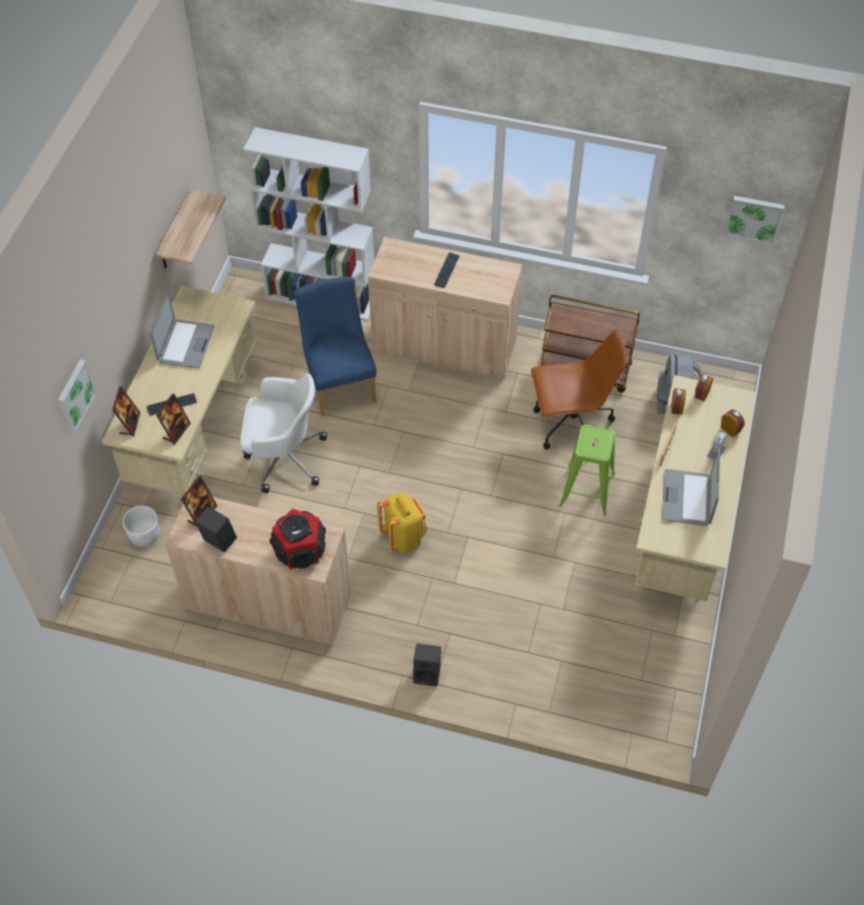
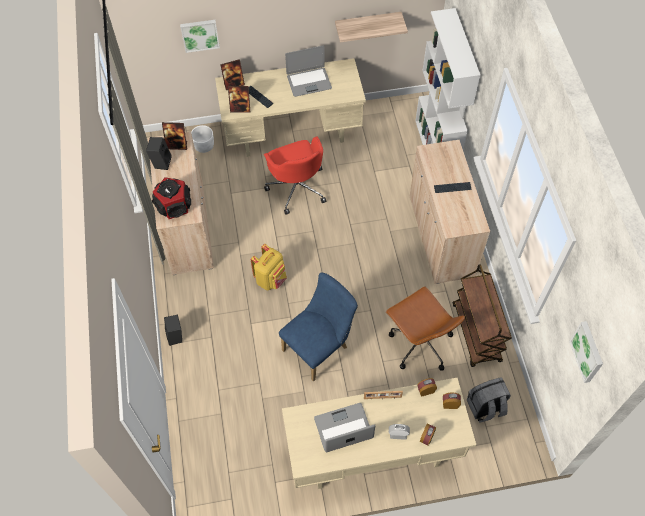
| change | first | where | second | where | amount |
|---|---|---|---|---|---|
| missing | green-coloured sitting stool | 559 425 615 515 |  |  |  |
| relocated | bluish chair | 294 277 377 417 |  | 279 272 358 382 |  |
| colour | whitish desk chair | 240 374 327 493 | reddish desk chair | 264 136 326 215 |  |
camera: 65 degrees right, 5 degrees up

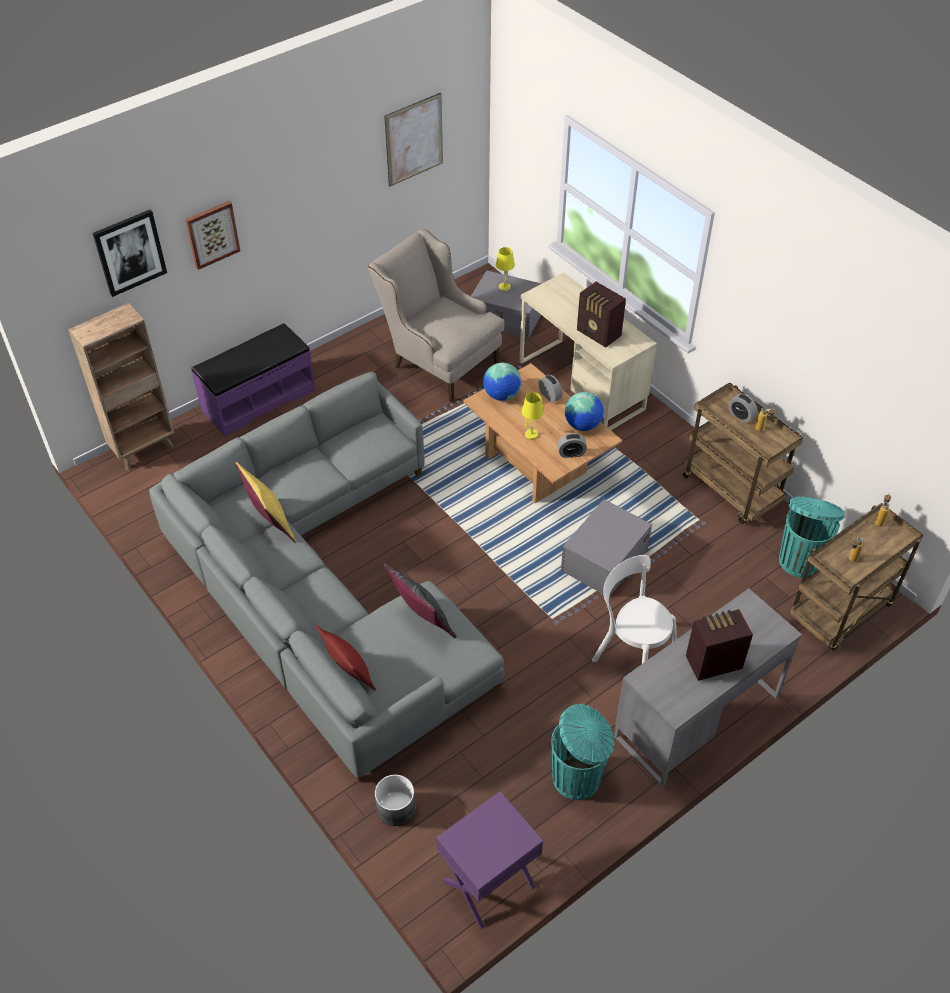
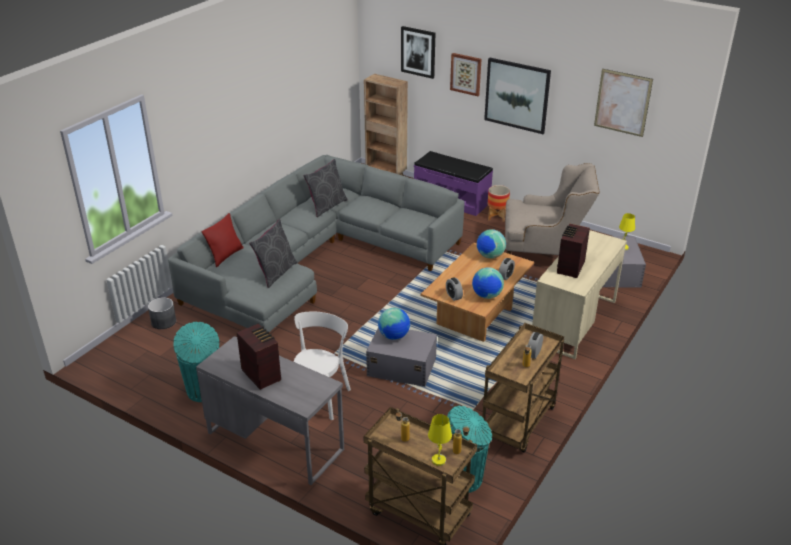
| change | first | where | second | where | amount |
|---|---|---|---|---|---|
| missing | purple-coloured bedside table | 436 791 543 929 |  |  |  |
| appeared |  |  | desk globe | 378 308 410 340 |  |
| appeared |  |  | wall art | 484 58 551 134 |  |
| appeared |  |  | planter | 488 185 510 222 |  |
| relocated | yellow-coloured tabletop lamp | 522 392 544 440 |  | 428 414 452 466 |  |
| colour | yellow-coloured cushion | 235 462 297 543 | greyish cushion | 303 159 348 217 |  |
| spun | sand-coloured easy chair | 368 229 504 402 |  | 505 163 600 255 | 75 degrees clockwise |
camera: 70 degrees right, 15 degrees down

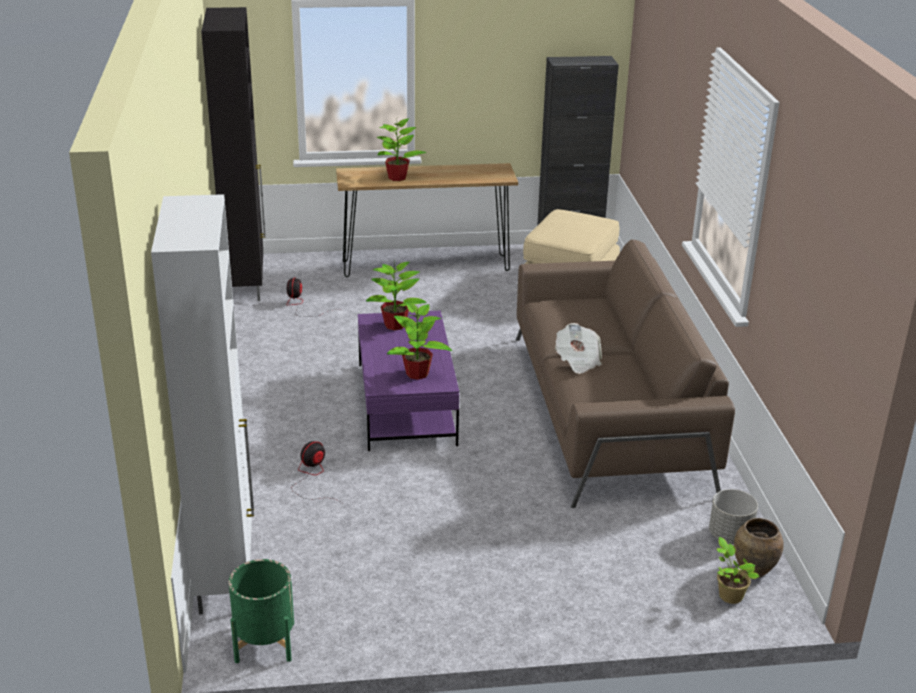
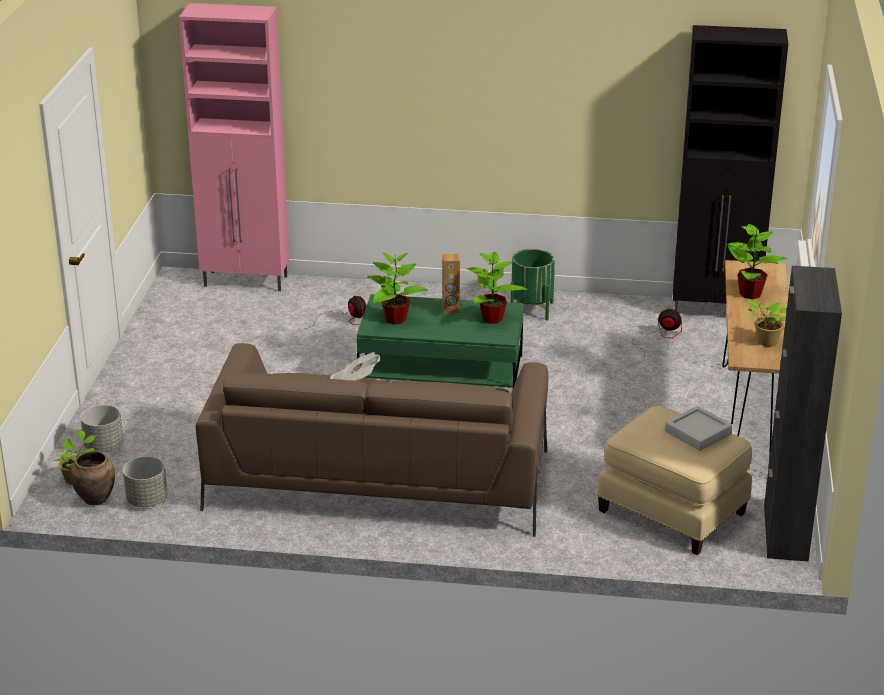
| change | first | where | second | where | amount |
|---|---|---|---|---|---|
| appeared |  |  | greyish planter | 80 405 124 453 |  |
| appeared |  |  | brownish speaker | 443 254 460 314 |  |
| appeared |  |  | greyish tray | 665 406 733 451 |  |
| appeared |  |  | plant in a pot | 747 299 787 346 |  |
| relocated | green-coloured planter | 229 559 294 663 |  | 510 249 555 320 |  |
| colour | whitish cabinet | 151 194 254 614 | pink cabinet | 179 3 289 291 |  |
| colour | purple-coloured lounge table | 358 310 459 451 | green-coloured lounge table | 356 294 524 388 |  |
camera: 105 degrees right, 0 degrees up

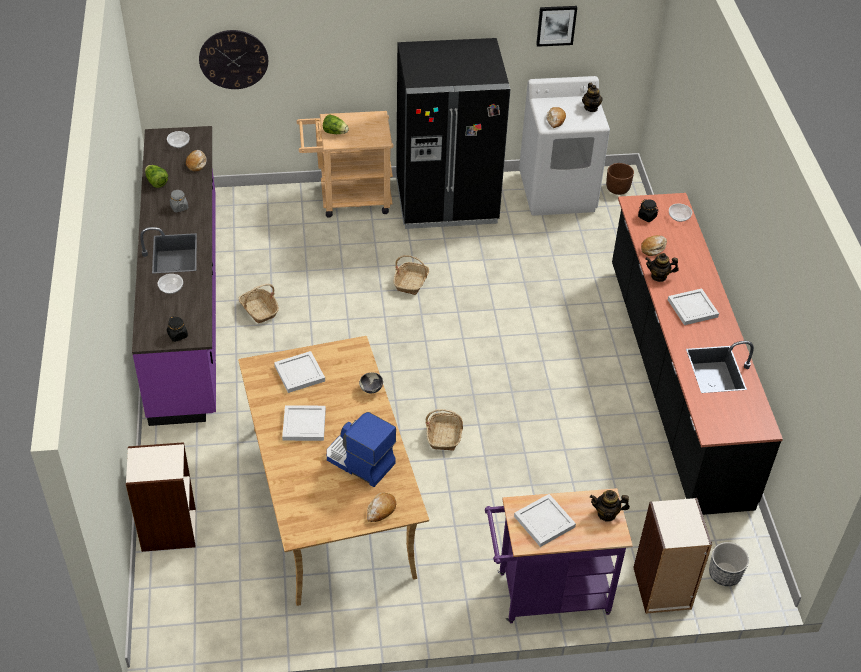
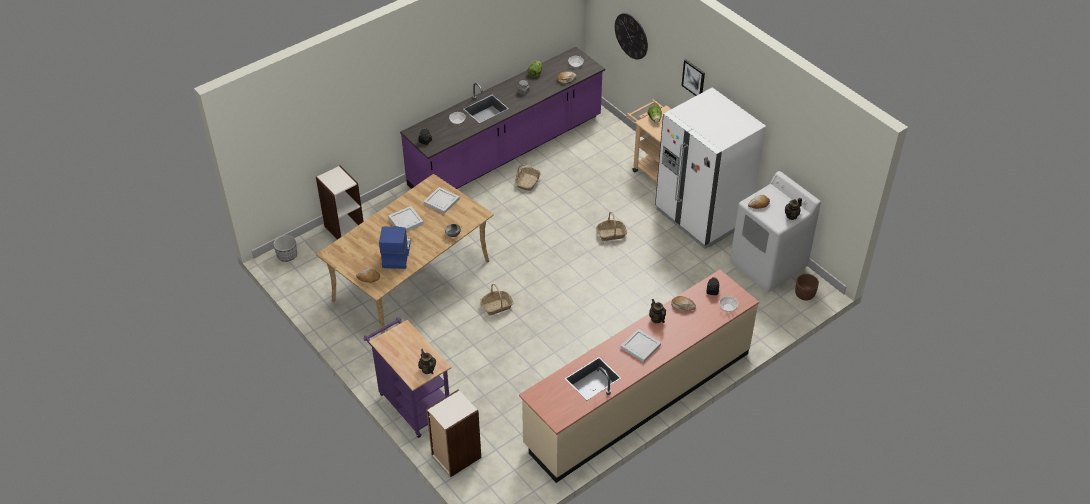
| change | first | where | second | where | amount |
|---|---|---|---|---|---|
| missing | whitish tray | 514 494 576 547 |  |  |  |
| relocated | wall art | 536 6 577 47 |  | 682 59 705 96 |  |
| relocated | planter | 709 542 749 586 |  | 273 235 297 262 |  |
| colour | blackish fridge | 396 38 510 229 | whitish fridge | 655 87 766 249 |  |
| colour | blackish kitchen counter | 612 193 783 515 | sand-coloured kitchen counter | 519 270 759 483 |  |
camera: 60 degrees right, 0 degrees up

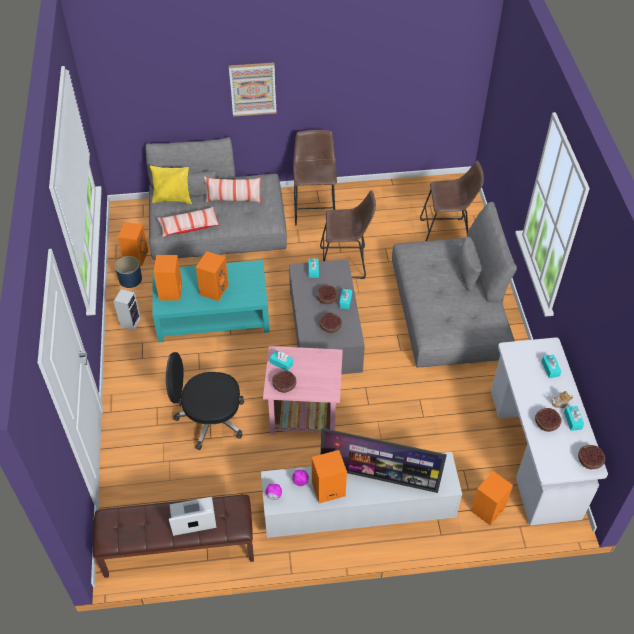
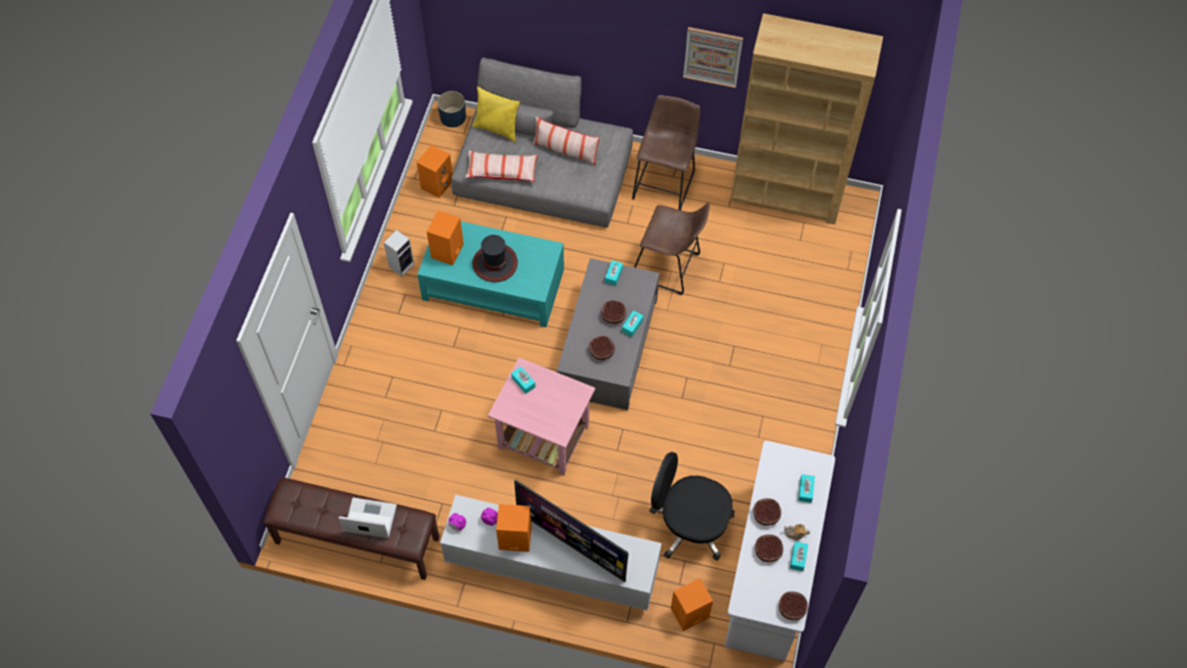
| change | first | where | second | where | amount |
|---|---|---|---|---|---|
| missing | greyish sofa | 392 202 517 368 |  |  |  |
| missing | brownish sitting stool | 420 161 484 241 |  |  |  |
| appeared |  |  | brownish bookshelf | 730 13 883 224 |  |
| relocated | bluish planter | 115 256 142 288 |  | 437 91 466 127 |  |
| relocated | blackish desk chair | 166 352 244 450 |  | 649 452 735 560 |  |
| relocated | wall art | 229 63 276 117 |  | 683 27 743 88 |  |
| relocated | deep dish | 272 370 296 393 |  | 753 498 781 526 |  |
| exchanged | orangey speaker | 196 251 229 301 | hat | 472 235 518 282 |  |
camera: 20 degrees right, 10 degrees up

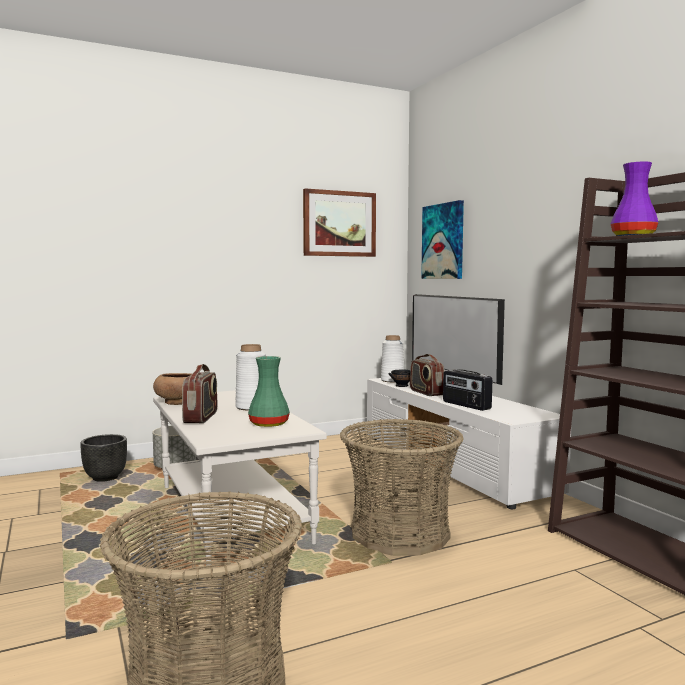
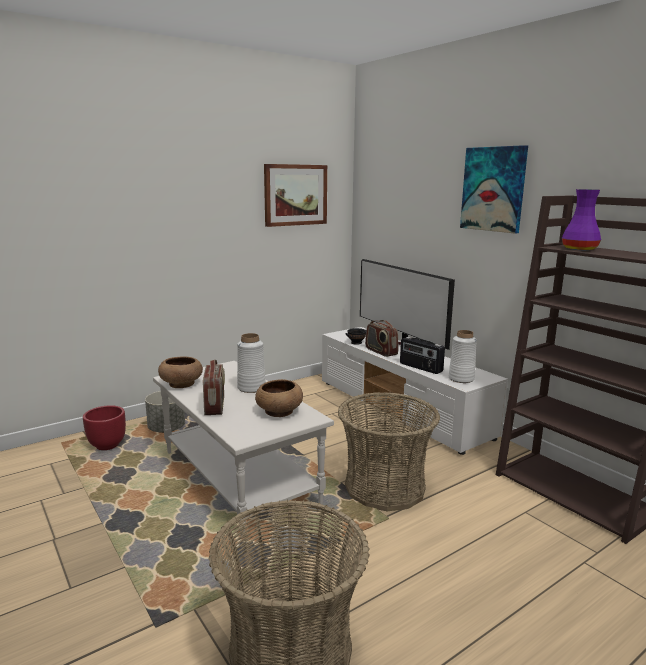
| change | first | where | second | where | amount |
|---|---|---|---|---|---|
| relocated | whitish decorative vase | 381 335 404 382 |  | 449 330 477 383 |  |
| relocated | wall art | 421 200 464 279 |  | 460 145 528 233 |  |
| exchanged | green-coloured decorative vase | 248 356 290 427 | brownish deep dish | 255 379 303 417 |  |
| colour | blackish planter | 80 434 127 482 | reddish planter | 83 405 126 450 |  |
camera: 10 degrees left, 10 degrees up

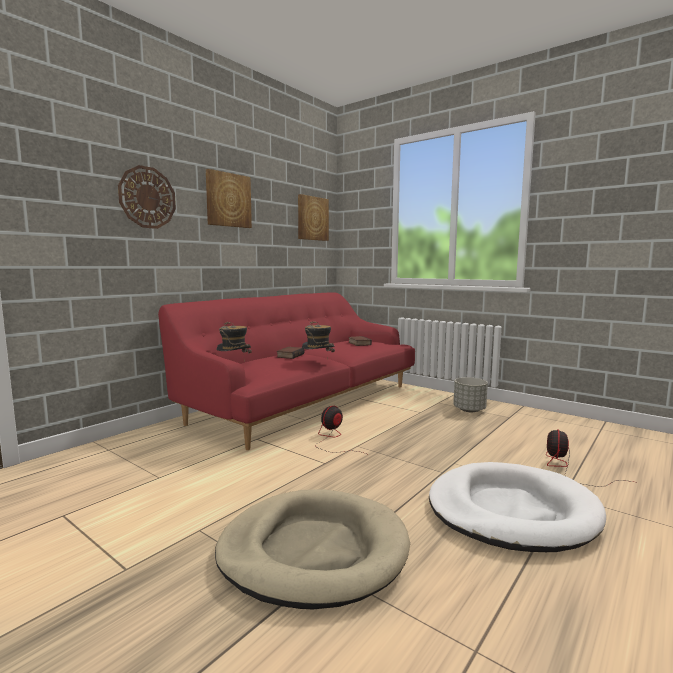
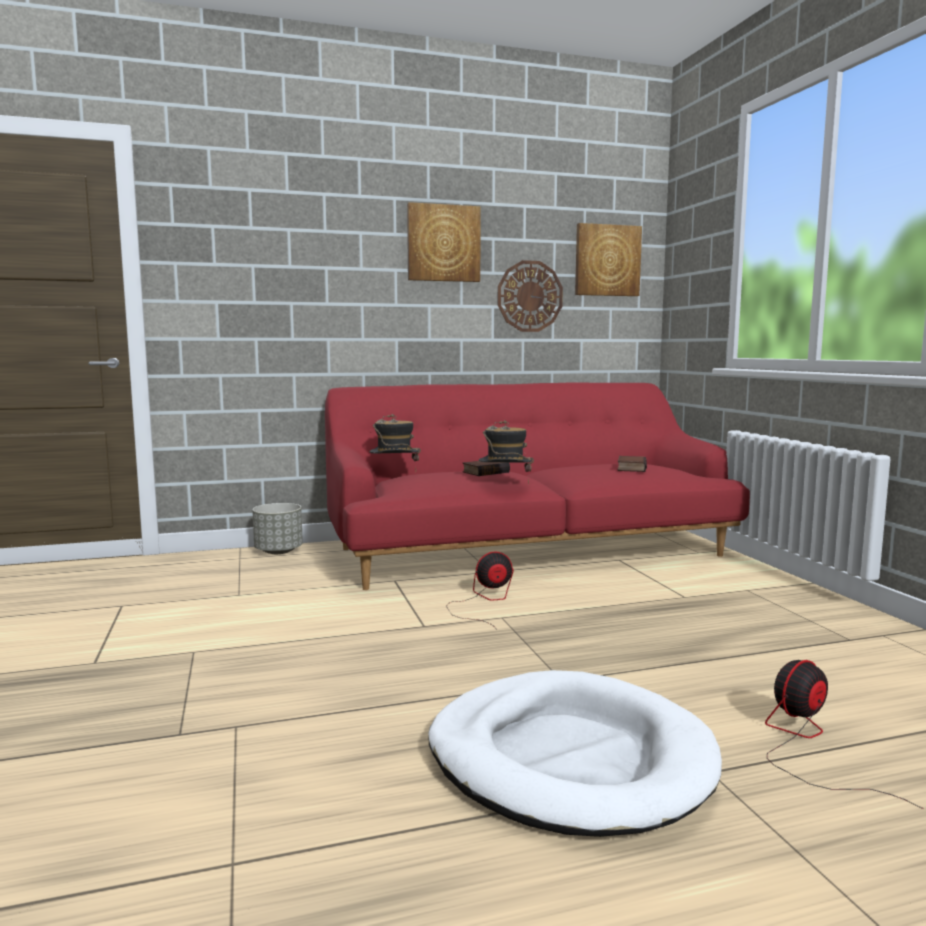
| change | first | where | second | where | amount |
|---|---|---|---|---|---|
| missing | sand-coloured dog cushion | 215 489 410 609 |  |  |  |
| relocated | hanging clock | 118 165 176 229 |  | 498 260 563 332 |  |
| relocated | greyish planter | 453 377 488 412 |  | 252 503 303 554 |  |
camera: 35 degrees right, 0 degrees up

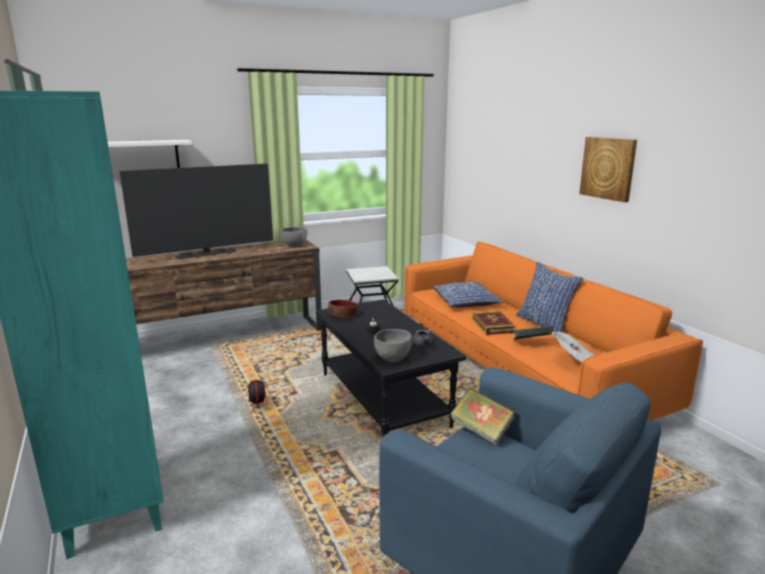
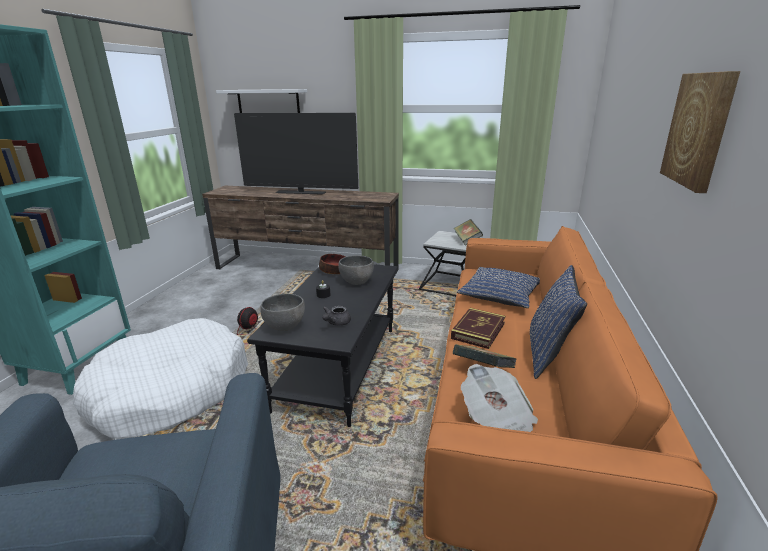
| change | first | where | second | where | amount |
|---|---|---|---|---|---|
| appeared |  |  | whitish dog cushion | 73 318 248 439 |  |
| relocated | greyish deep dish | 281 227 307 247 |  | 338 255 374 285 |  |
| relocated | bound book | 450 388 516 446 |  | 453 219 483 246 |  |
camera: 40 degrees right, 5 degrees up

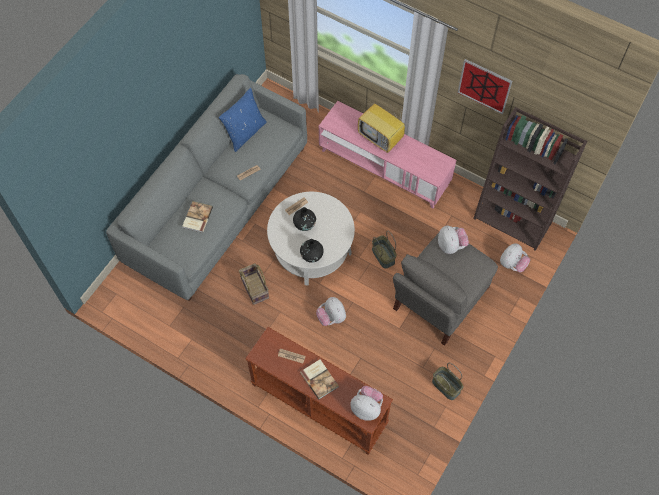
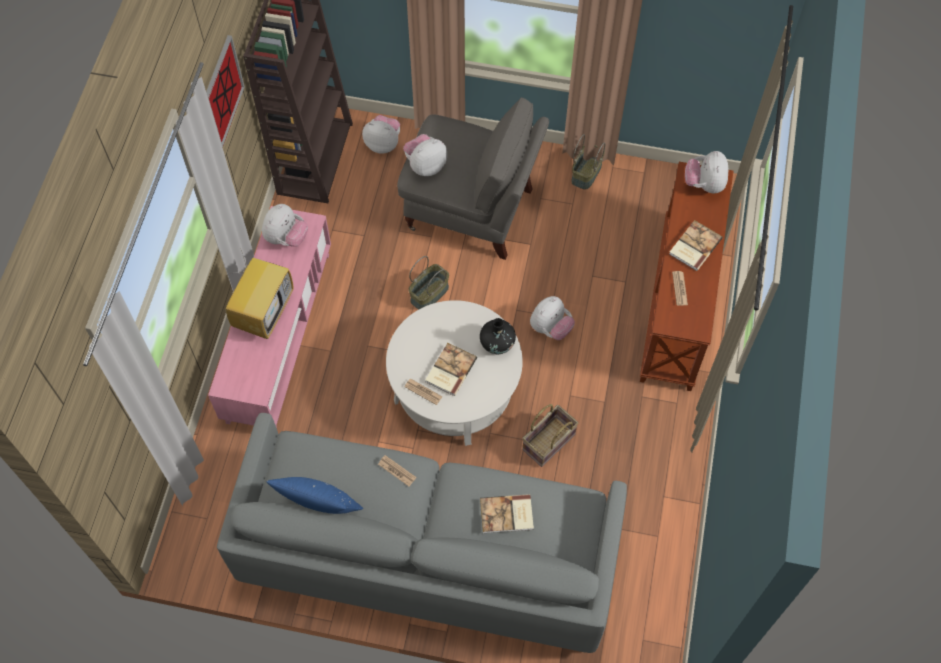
| change | first | where | second | where | amount |
|---|---|---|---|---|---|
| appeared |  |  | cuddly toy | 262 204 308 247 |  |
| exchanged | blackish decorative vase | 293 207 316 231 | bound book | 426 343 477 396 |  |
camera: 110 degrees left, 0 degrees up

